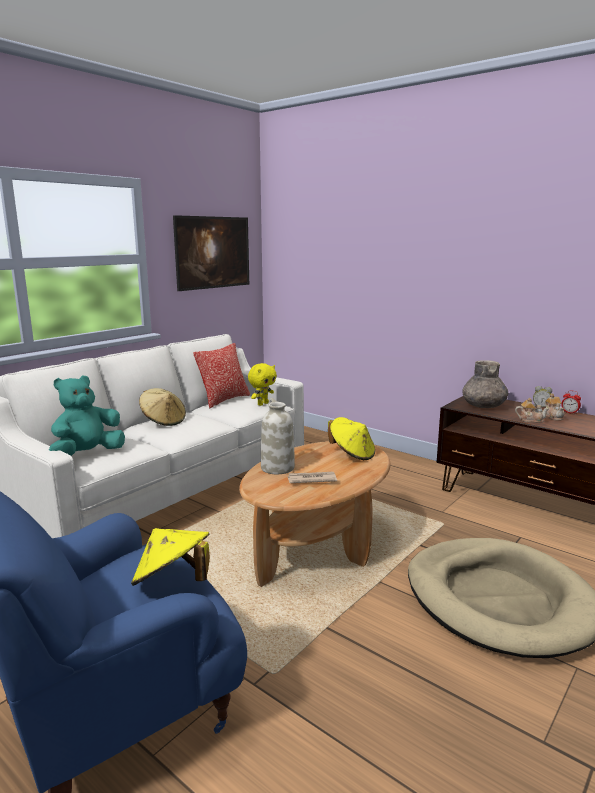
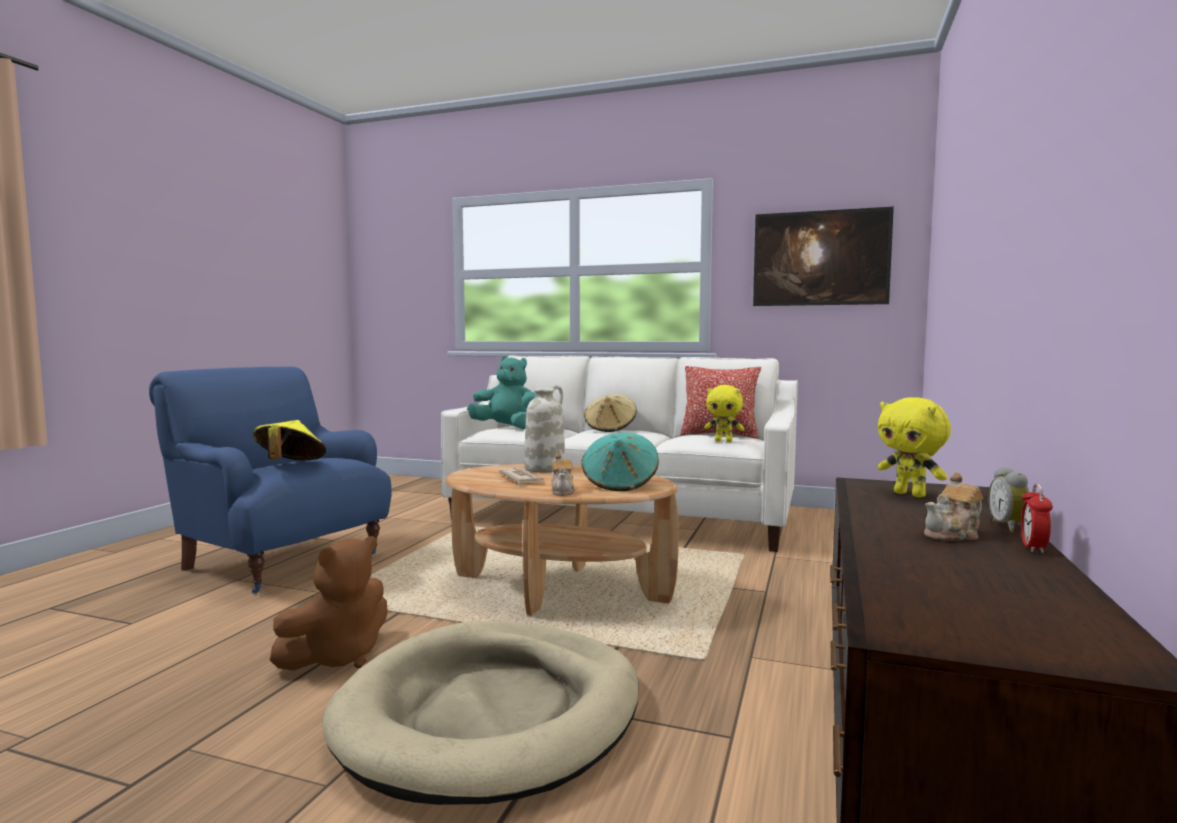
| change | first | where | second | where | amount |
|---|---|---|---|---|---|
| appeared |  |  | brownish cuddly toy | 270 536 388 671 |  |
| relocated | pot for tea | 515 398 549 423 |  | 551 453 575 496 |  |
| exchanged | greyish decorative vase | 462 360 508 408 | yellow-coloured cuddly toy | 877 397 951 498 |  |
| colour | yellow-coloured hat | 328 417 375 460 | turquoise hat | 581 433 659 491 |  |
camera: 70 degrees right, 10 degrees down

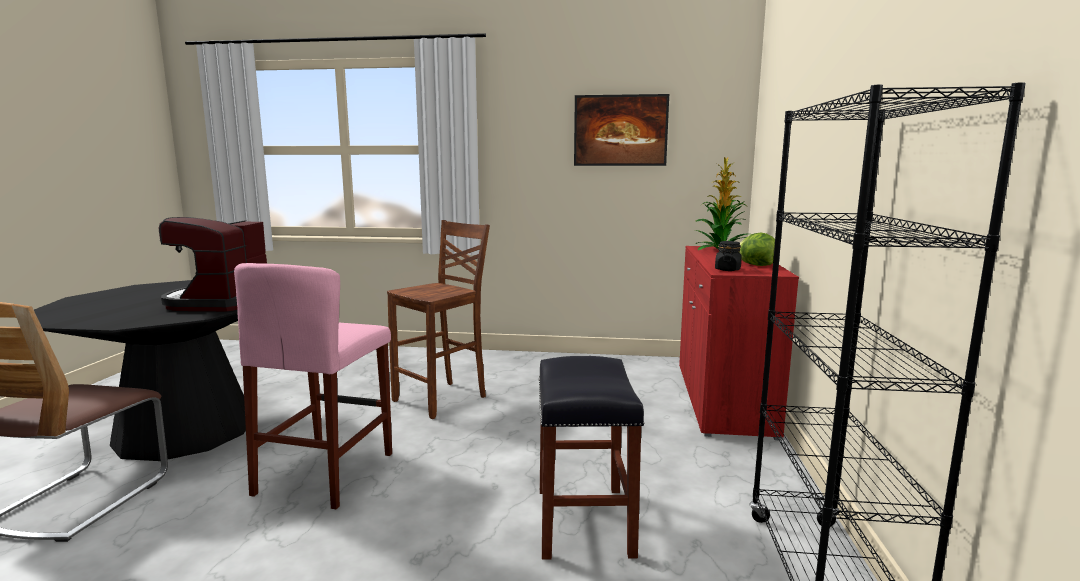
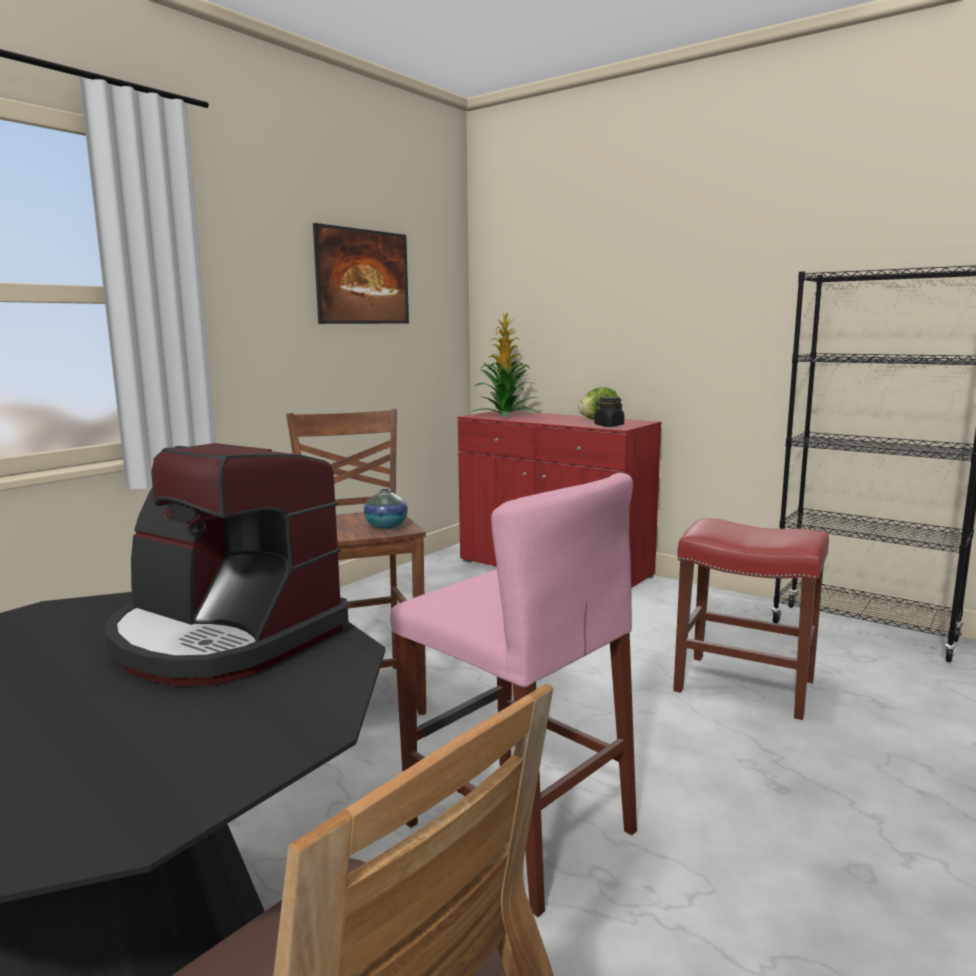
| change | first | where | second | where | amount |
|---|---|---|---|---|---|
| appeared |  |  | decorative vase | 364 489 408 529 |  |
| colour | blackish sitting stool | 539 356 644 560 | reddish sitting stool | 673 518 829 720 |  |
camera: 60 degrees left, 0 degrees up

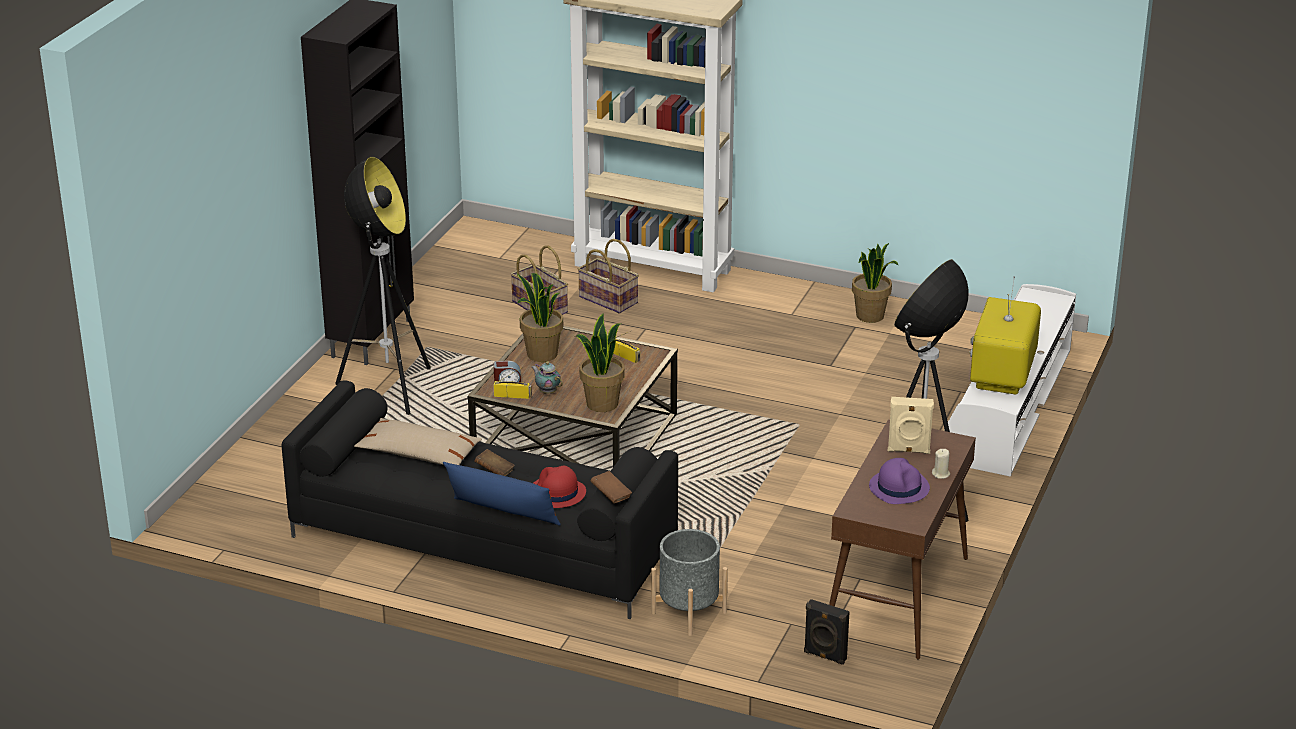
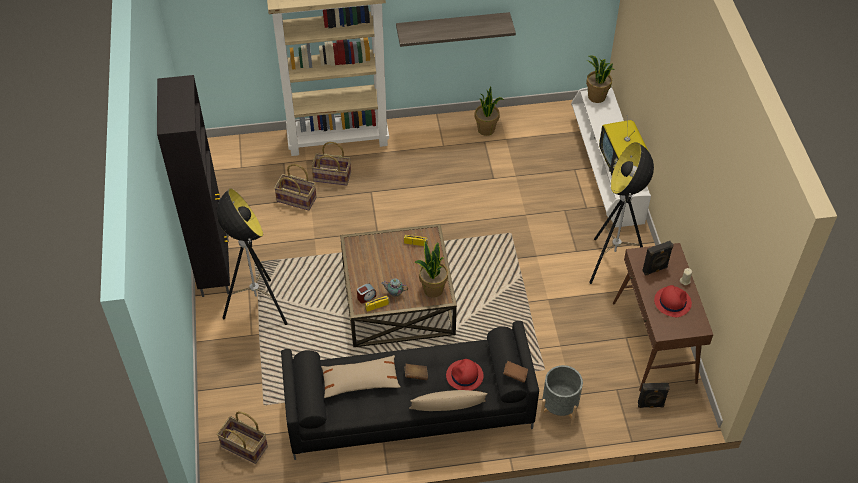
| change | first | where | second | where | amount |
|---|---|---|---|---|---|
| appeared |  |  | storage basket | 217 411 268 464 |  |
| appeared |  |  | bracket shelf | 396 12 516 47 |  |
| relocated | plant in a pot | 517 273 563 362 |  | 586 56 615 103 |  |
| colour | bluish cushion | 443 462 561 526 | sand-coloured cushion | 409 390 488 411 |  |
| colour | purple-coloured hat | 869 458 930 504 | reddish hat | 654 285 692 317 |  |
| colour | sand-coloured speaker | 888 397 934 454 | blackish speaker | 642 241 674 275 |  |
camera: 30 degrees left, 20 degrees up

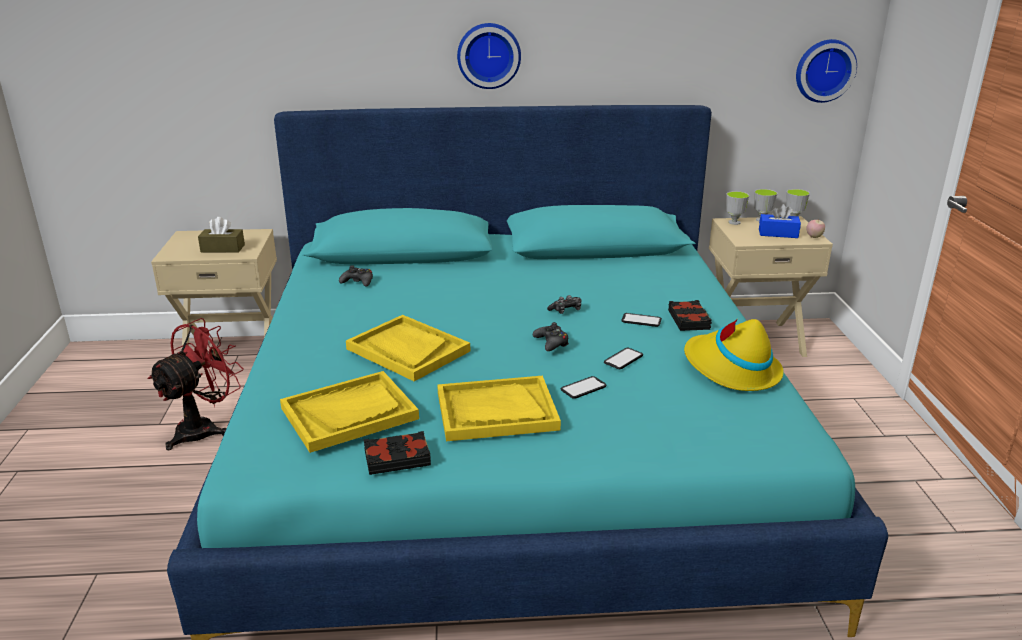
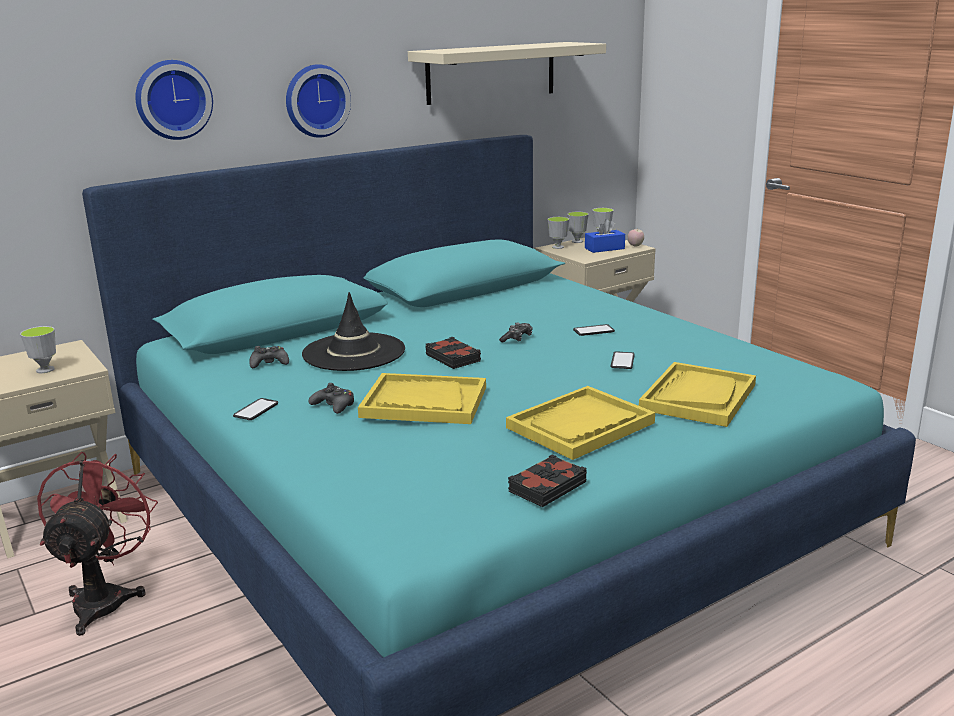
| change | first | where | second | where | amount |
|---|---|---|---|---|---|
| missing | yellow-coloured hat | 684 319 784 391 |  |  |  |
| appeared |  |  | blackish hat | 302 292 405 371 |  |
| appeared |  |  | sand-coloured bracket shelf | 408 42 606 105 |  |
| relocated | yellow-coloured tray | 280 371 419 453 |  | 639 362 756 427 |  |
| relocated | blackish joypad | 533 322 569 351 |  | 309 383 354 414 |  |
| relocated | phone | 561 376 607 399 |  | 233 398 278 420 |  |
| relocated | blackish bound book | 668 300 712 331 |  | 425 337 481 369 |  |
| relocated | hanging clock | 796 39 857 103 |  | 135 60 213 140 |  |
| exchanged | brownish tissue holder | 198 217 245 252 | drinking cup | 20 326 56 373 |  |
camera: 30 degrees left, 5 degrees down

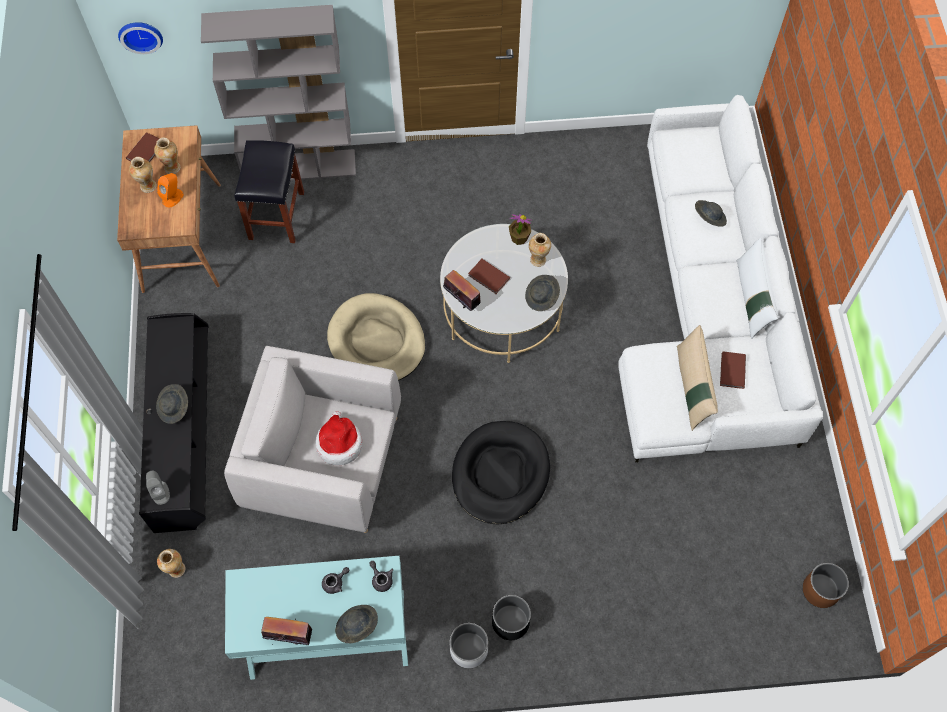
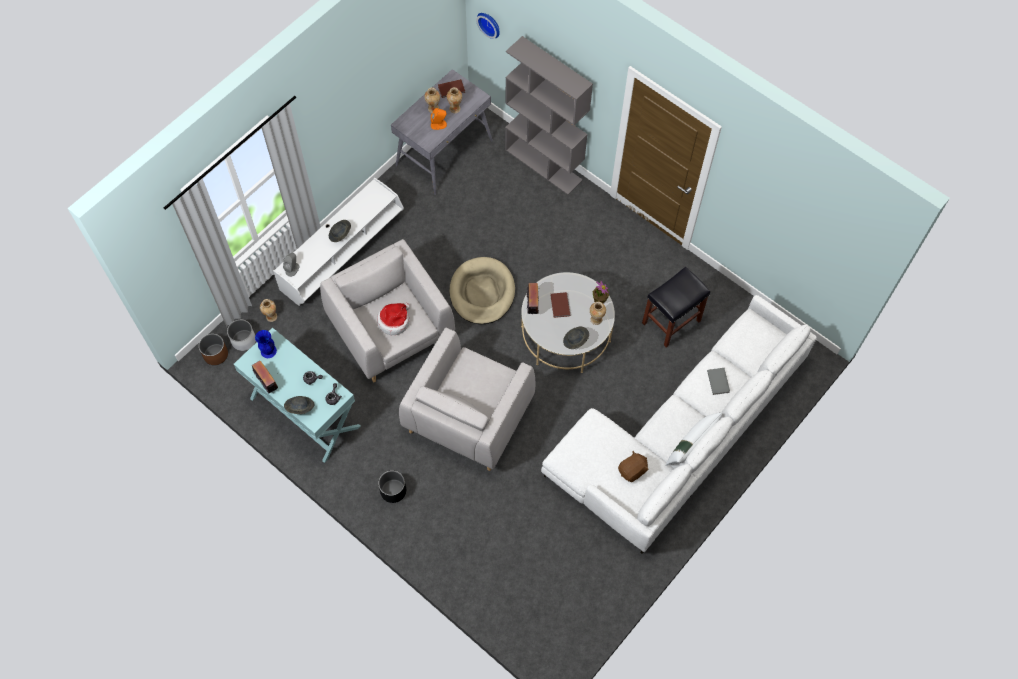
| change | first | where | second | where | amount |
|---|---|---|---|---|---|
| missing | sand-coloured cushion | 677 325 718 431 |  |  |  |
| appeared |  |  | bluish decorative vase | 255 330 277 358 |  |
| relocated | blackish sitting stool | 235 140 304 243 |  | 642 267 710 348 |  |
| relocated | whitish planter | 450 623 488 668 |  | 227 320 256 351 |  |
| relocated | brownish planter | 803 563 849 608 |  | 199 334 228 365 |  |
| exchanged | blackish dog cushion | 452 421 550 524 | greyish easy chair | 399 328 535 471 |  |
| exchanged | greyish hat | 695 200 727 227 | greyish bound book | 707 368 730 395 |  |
| exchanged | brownish bound book | 720 351 746 389 | brownish cuddly toy | 618 451 649 482 |  |
| colour | brownish desk | 117 125 221 293 | greyish desk | 391 69 493 195 |  |
| colour | blackish tv unit | 139 313 209 533 | whitish tv unit | 273 178 404 306 |  |
camera: 45 degrees right, 0 degrees up

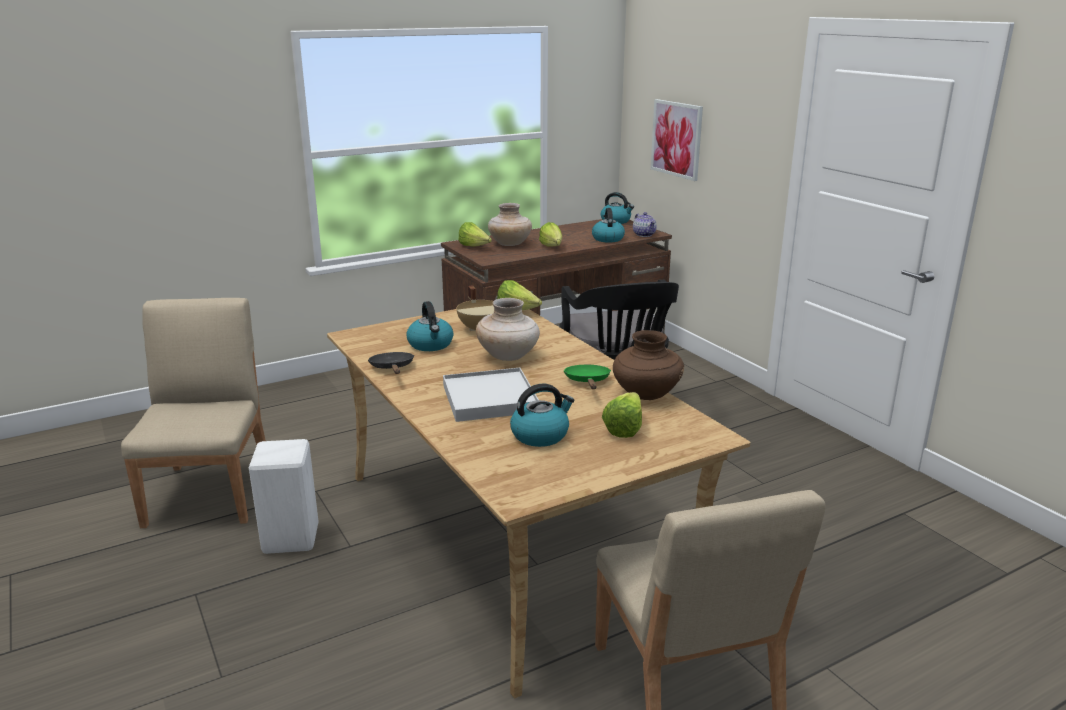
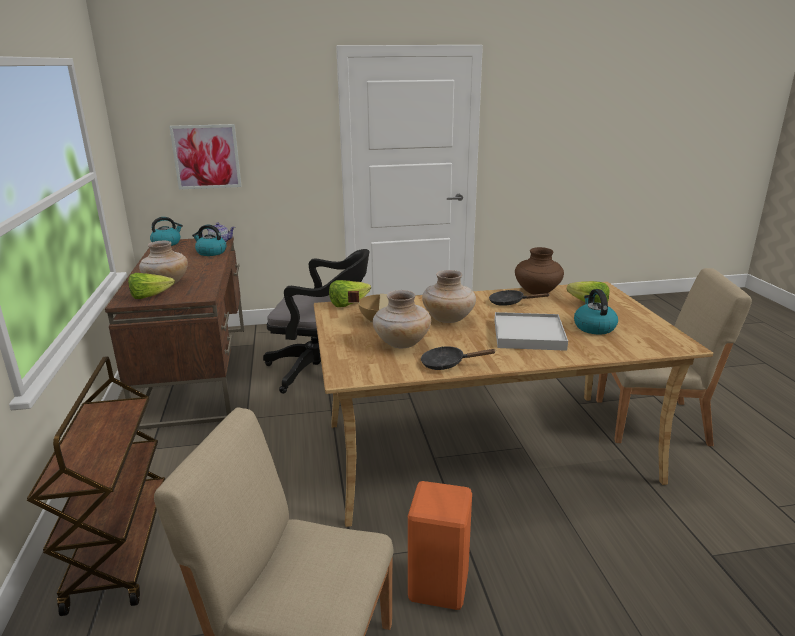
| change | first | where | second | where | amount |
|---|---|---|---|---|---|
| missing | lettuce head | 539 222 562 246 |  |  |  |
| appeared |  |  | brownish cart | 27 356 166 616 |  |
| exchanged | tea kettle | 406 301 453 351 | sand-coloured decorative vase | 373 290 431 348 |  |
| colour | whitish sitting stool | 249 439 319 554 | orangey sitting stool | 408 481 472 610 |  |
| colour | green-coloured pan | 564 365 611 389 | blackish pan | 489 290 549 306 |  |
camera: 70 degrees left, 0 degrees up

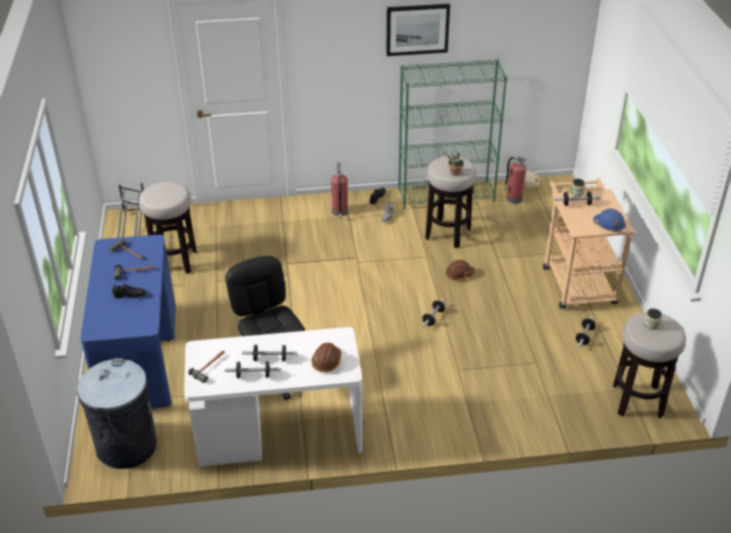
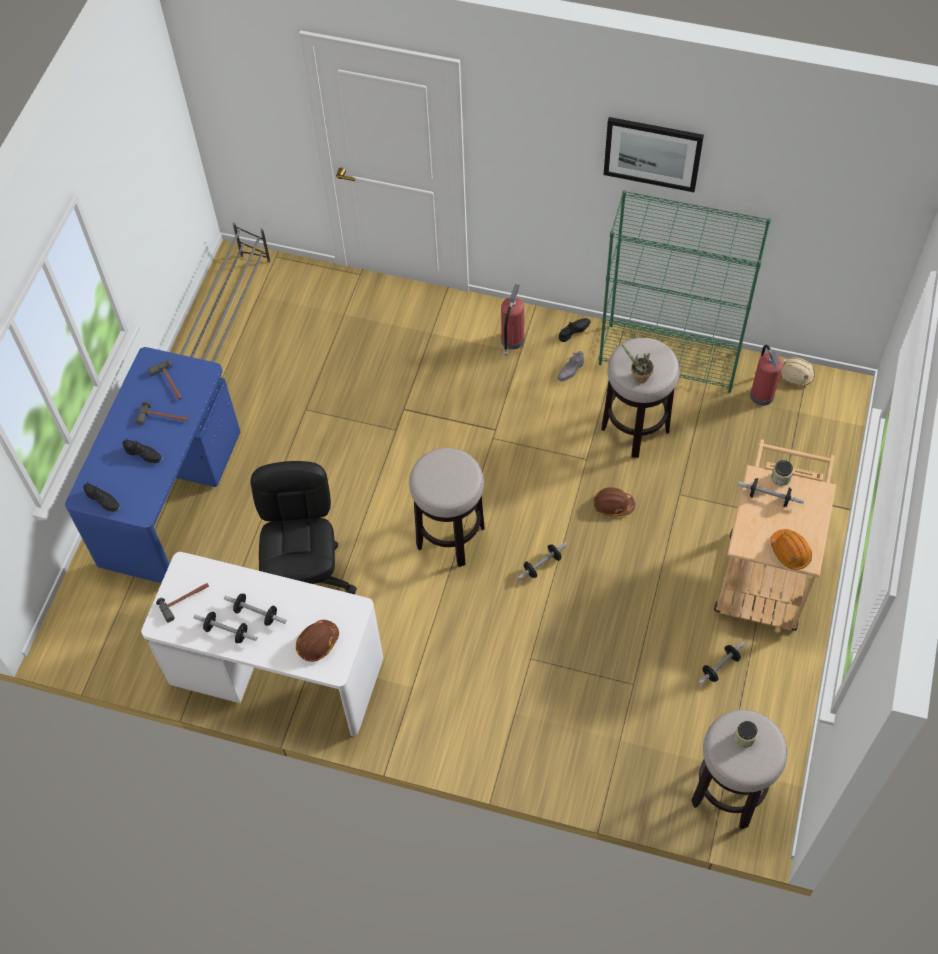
| change | first | where | second | where | amount |
|---|---|---|---|---|---|
| missing | greyish rubbish bin | 77 358 157 469 |  |  |  |
| appeared |  |  | blackish shoe | 83 482 120 512 |  |
| relocated | sitting stool | 139 182 197 274 |  | 409 448 485 567 |  |
| colour | bluish safety helmet | 593 208 626 232 | orangey safety helmet | 770 529 812 570 |  |
camera: 25 degrees right, 20 degrees up

